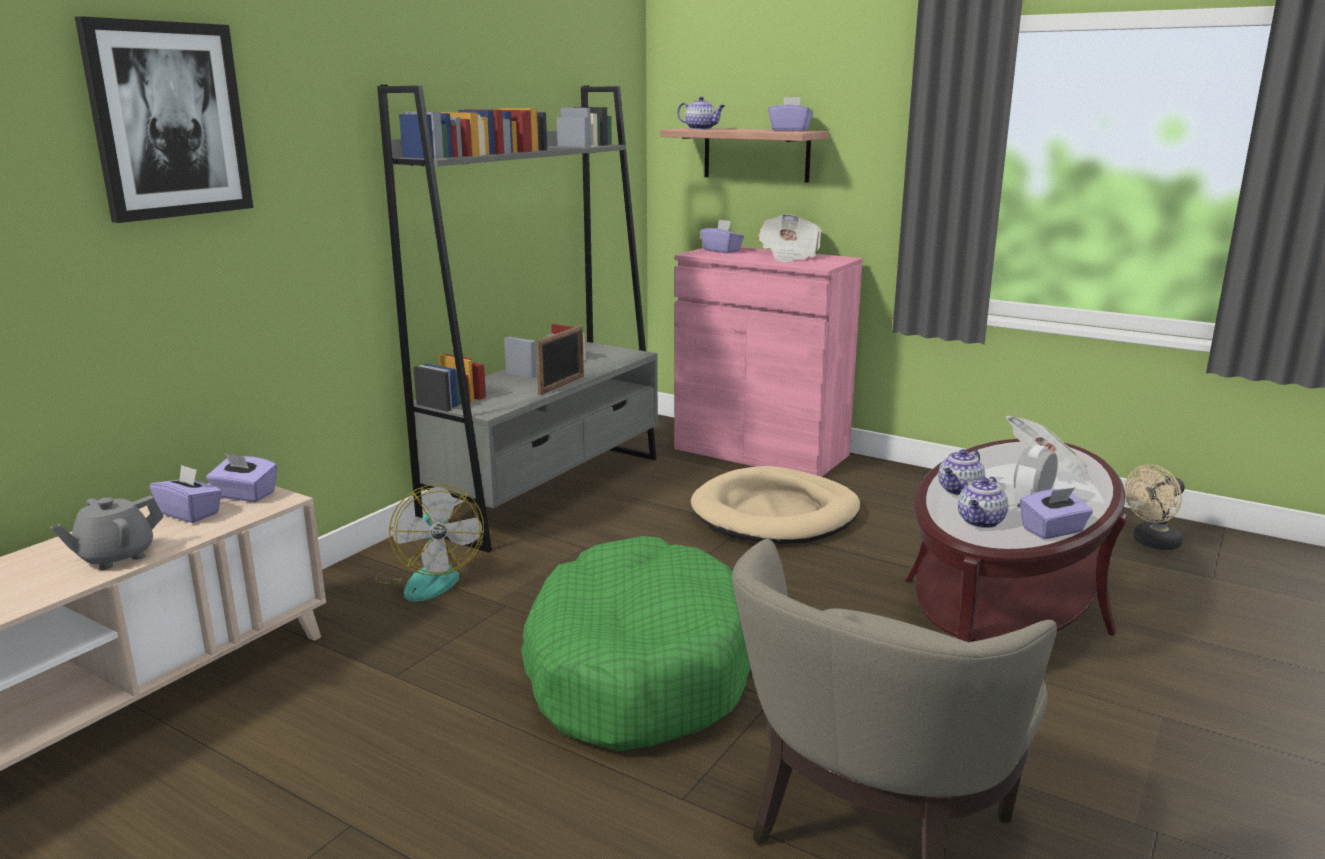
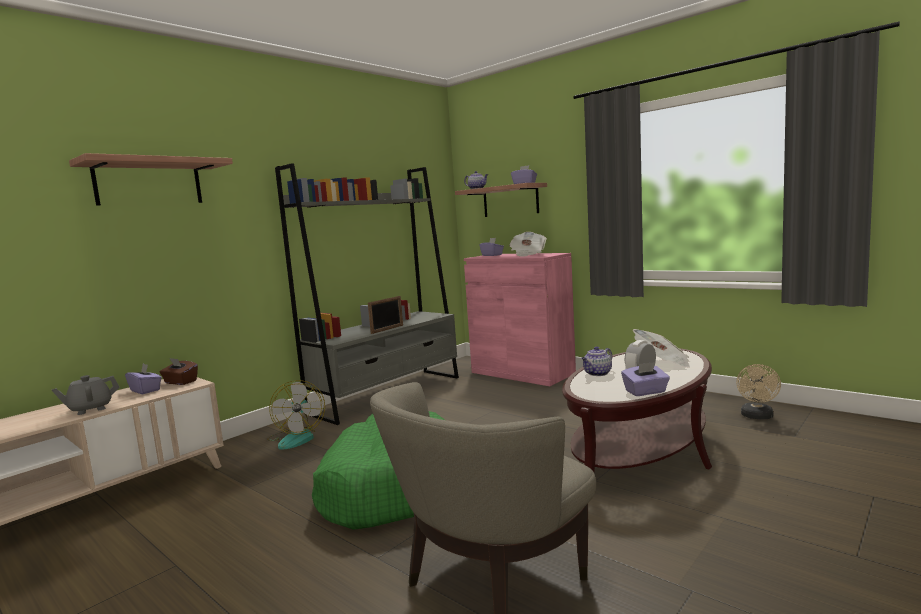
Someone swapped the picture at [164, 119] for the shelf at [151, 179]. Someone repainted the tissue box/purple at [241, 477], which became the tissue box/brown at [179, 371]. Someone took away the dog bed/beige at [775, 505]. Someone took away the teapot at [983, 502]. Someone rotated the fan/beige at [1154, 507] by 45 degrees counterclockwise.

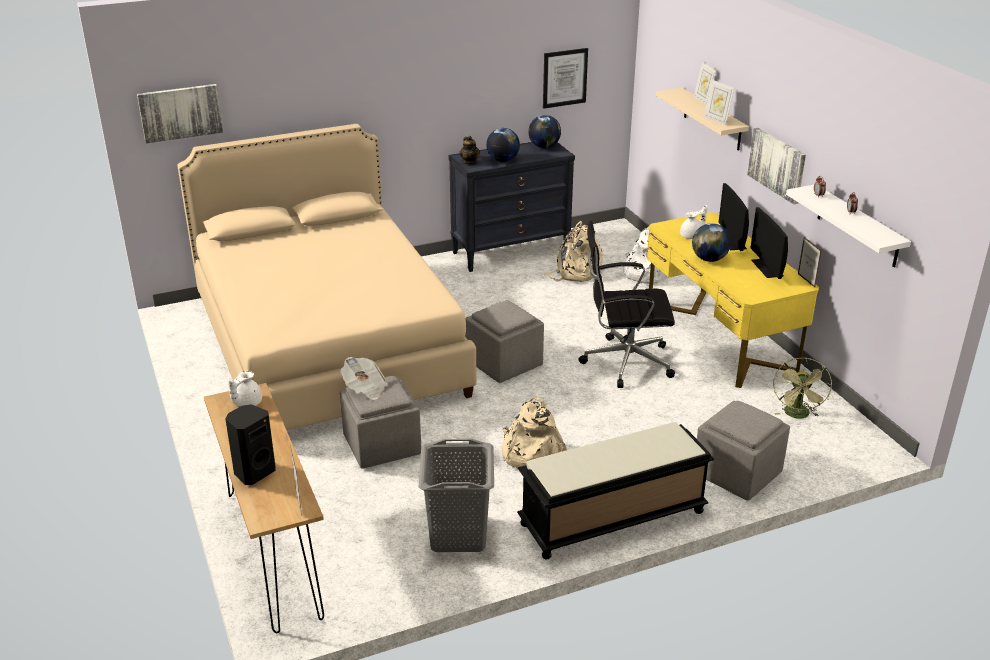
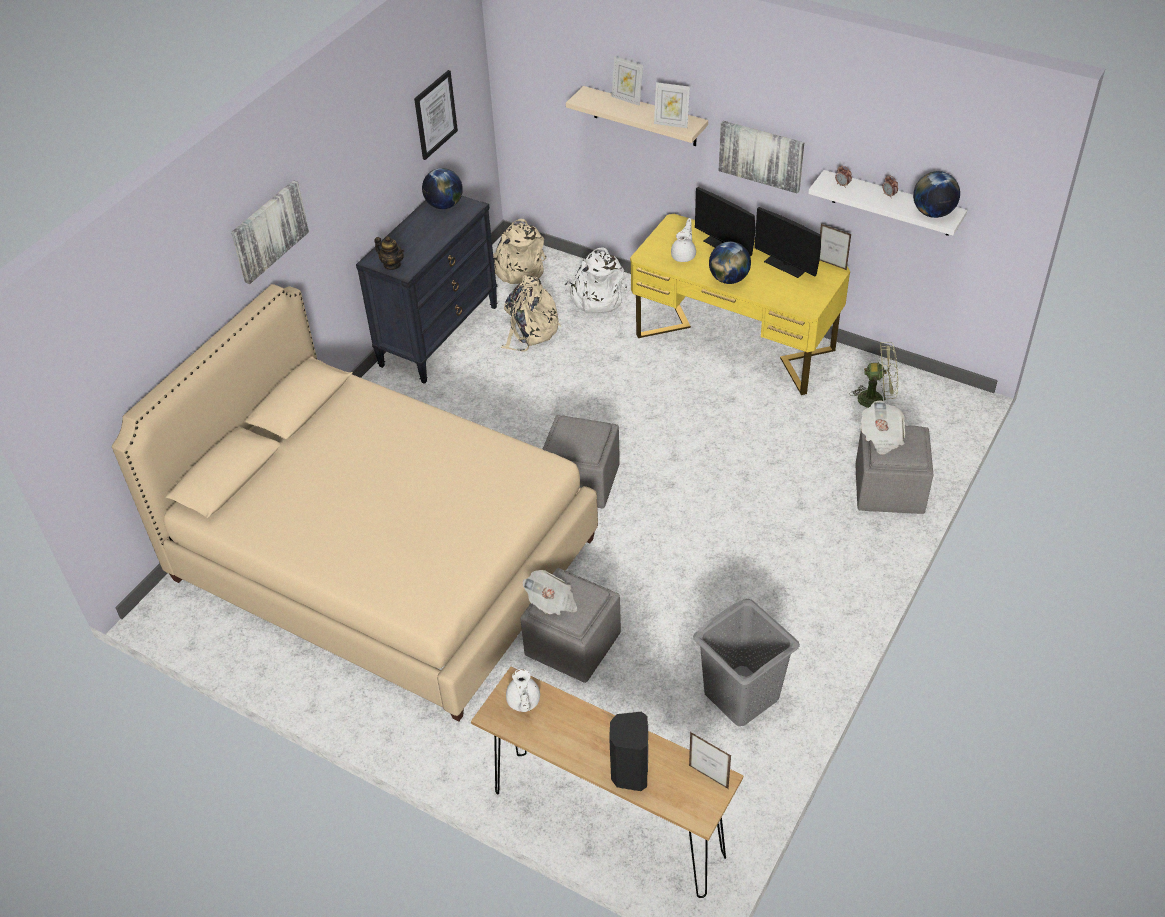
Someone carried the picture from [180, 113] to [270, 232]. Someone carried the globe from [503, 145] to [936, 194]. Someone carried the backpack/beige from [534, 433] to [520, 251]. Someone took away the bench/black at [615, 490]. Someone took away the office chair/black at [627, 304]. Someone rotated the fan/green at [802, 388] by 60 degrees counterclockwise. Someone put down the newspaper at [882, 427].

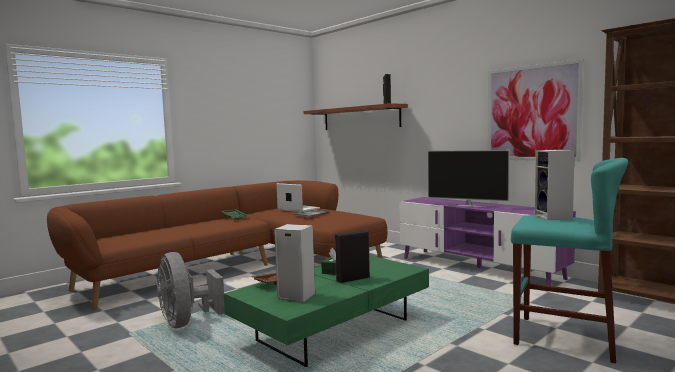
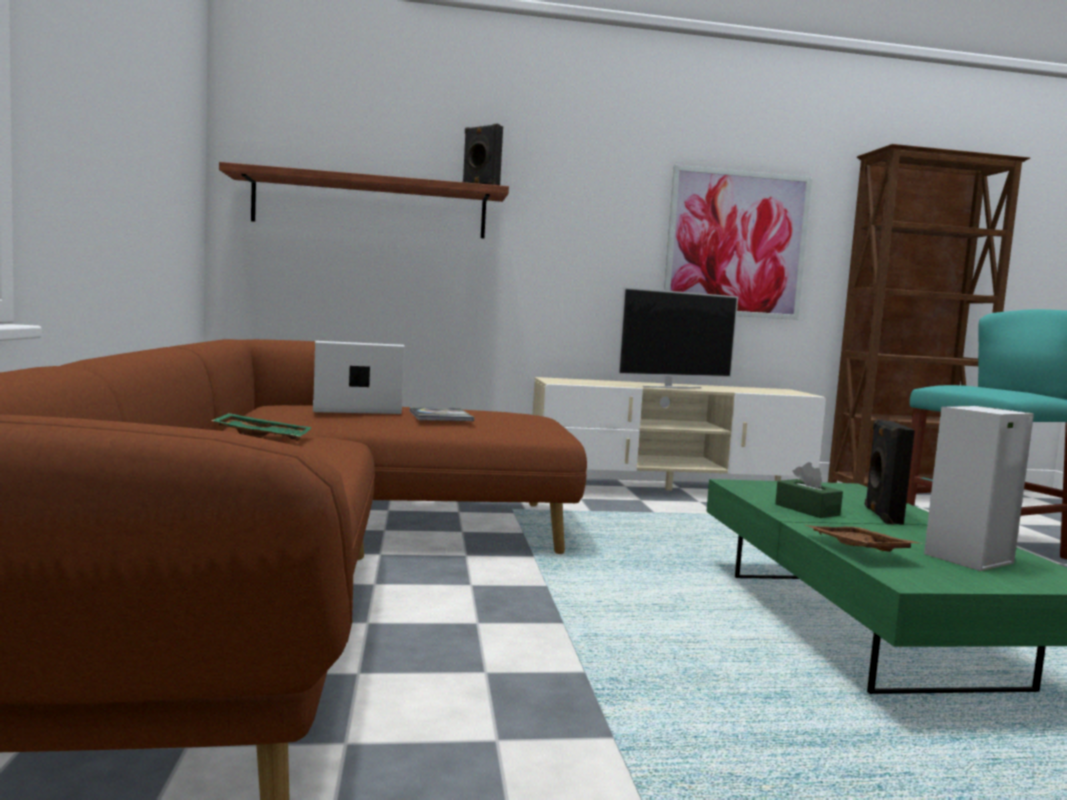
Someone took away the fan/grey at [191, 290]. Someone repainted the tv stand/purple at [488, 241], which became the tv stand/beige at [679, 434]. Someone took away the speaker at [555, 184].

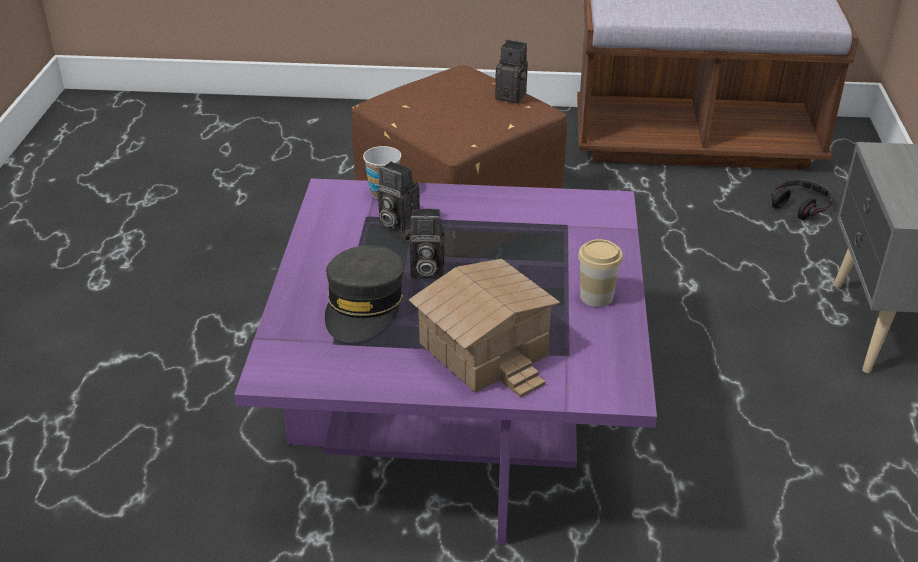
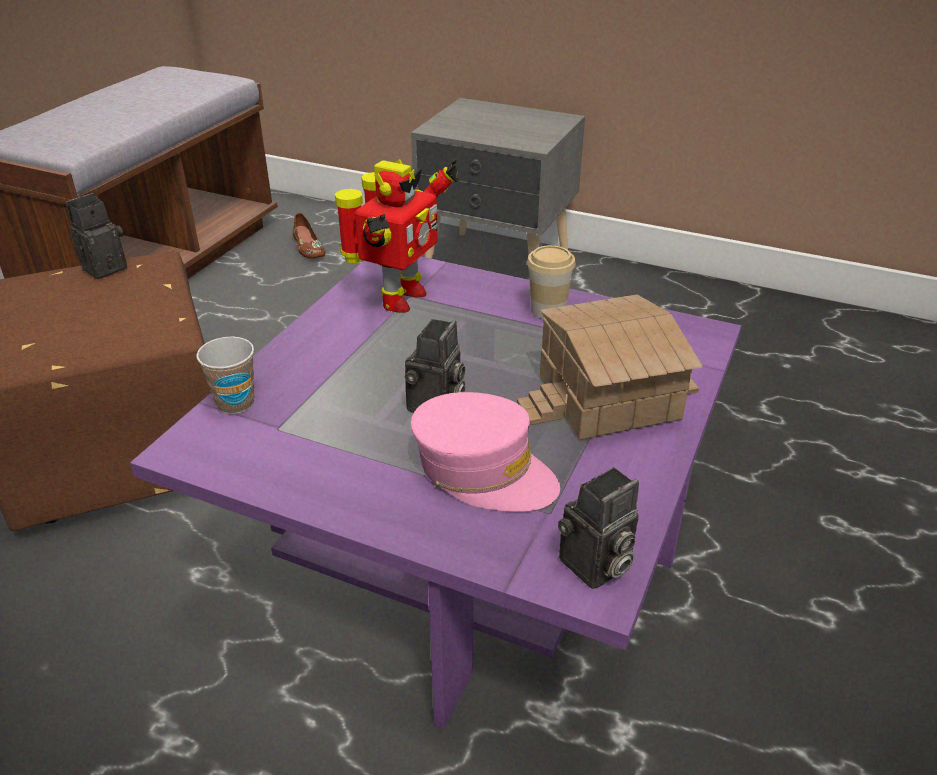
Someone repainted the cap/grey at [364, 294], which became the cap/pink at [485, 451]. Someone carried the photo camera from [399, 198] to [598, 528]. Someone swapped the headphones at [802, 199] for the shoe/brown at [309, 236]. Someone put down the toy robot at [396, 236].

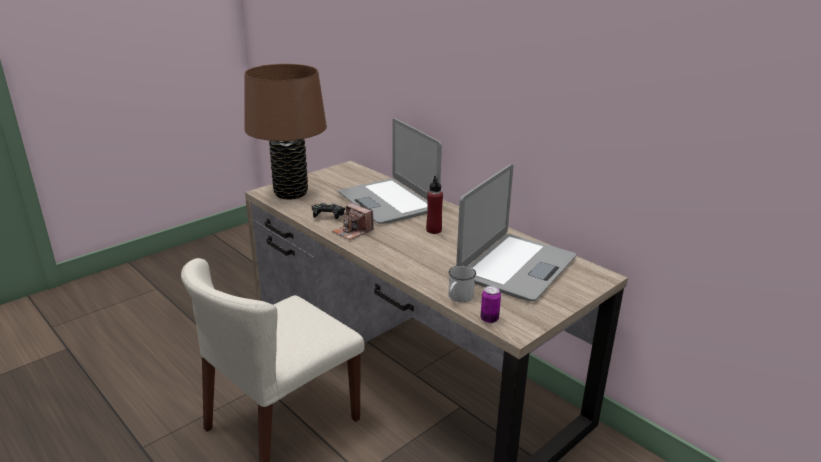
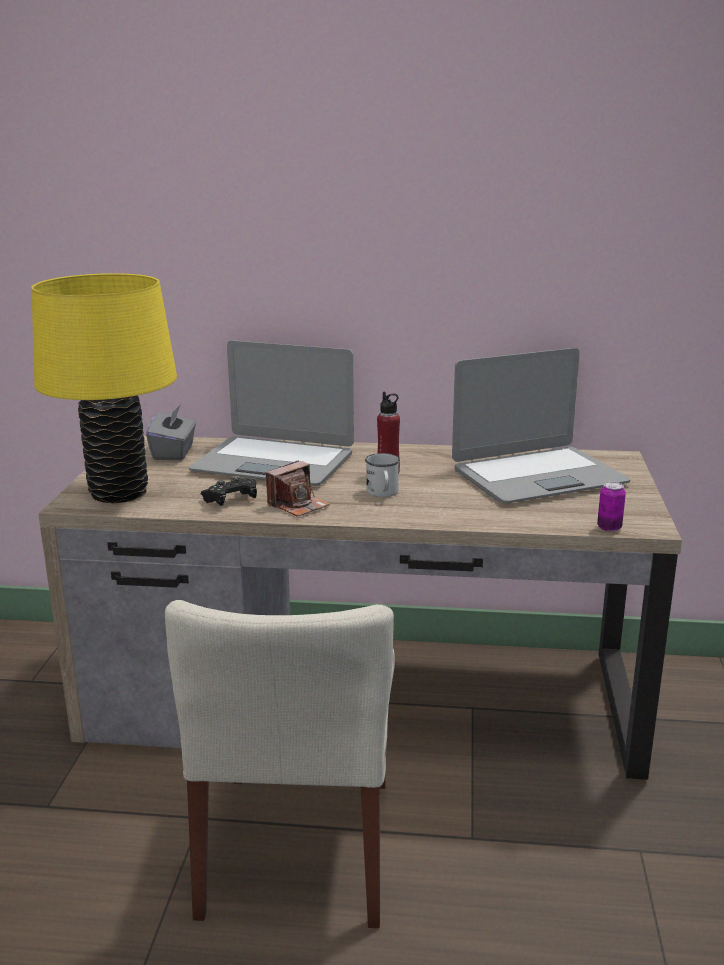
Someone repainted the table lamp/brown at [285, 132], which became the table lamp/yellow at [104, 388]. Someone rotated the photo camera at [353, 221] by 45 degrees counterclockwise. Someone carried the mug/white from [462, 283] to [382, 475]. Someone rotated the laptop at [516, 232] by 75 degrees clockwise. Someone put down the tissue box/grey at [171, 432].

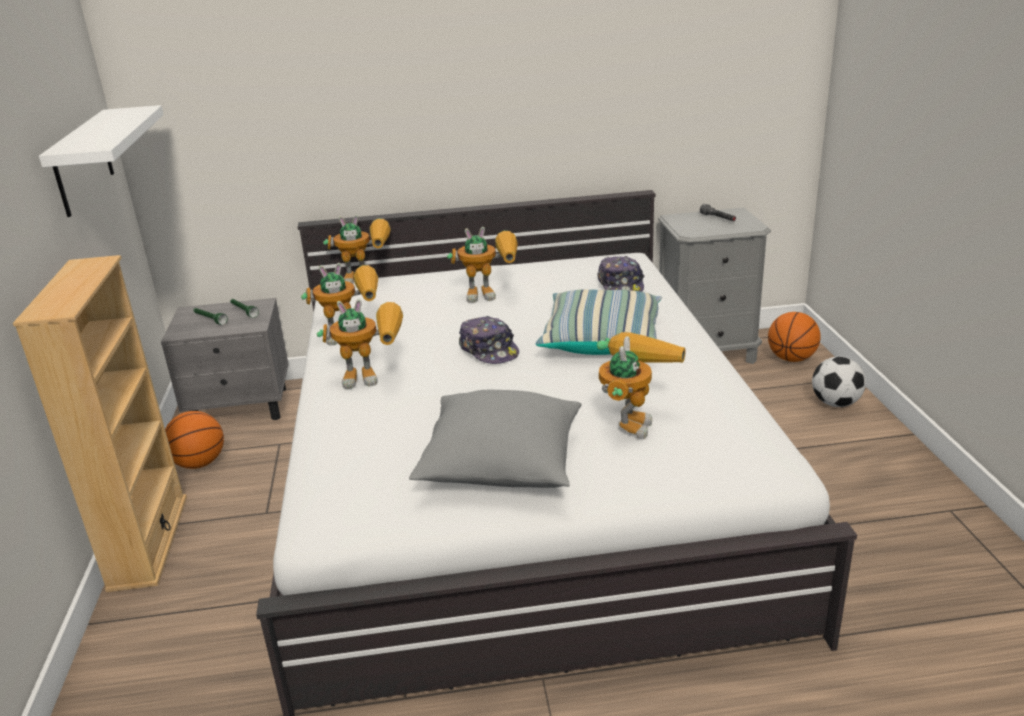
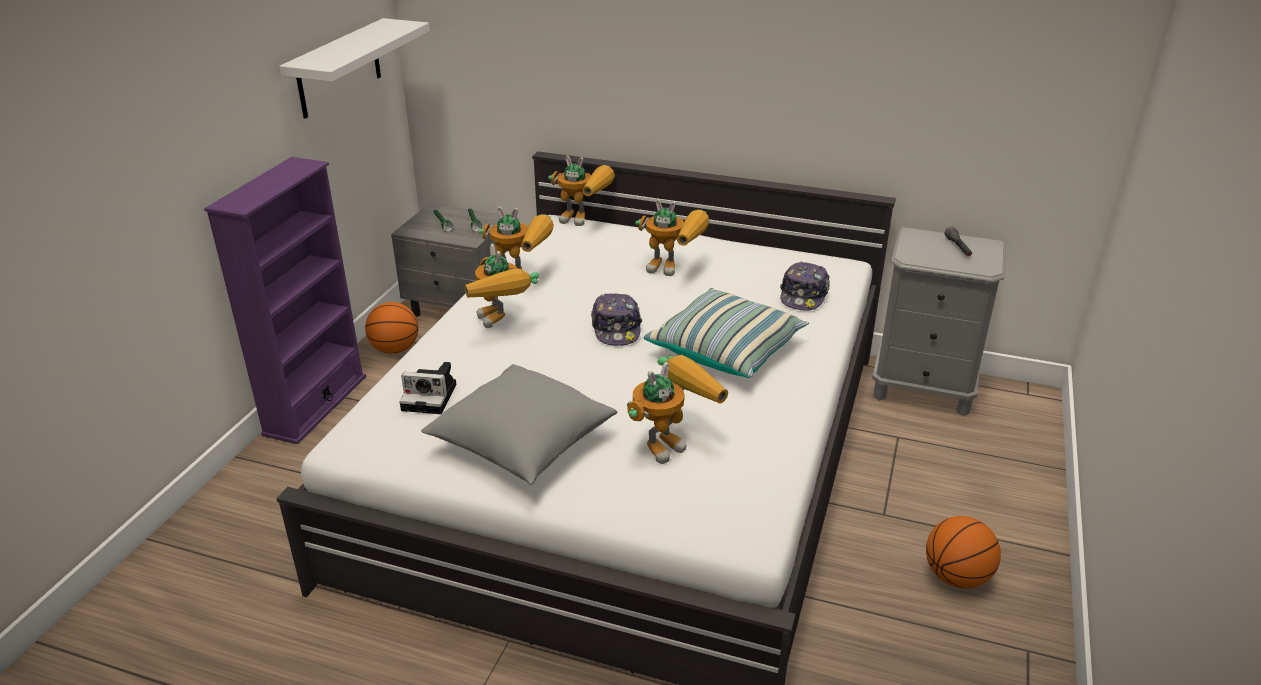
Someone repainted the bookcase/beige at [100, 423], which became the bookcase/purple at [285, 300]. Someone rotated the toy robot at [360, 344] by 45 degrees clockwise. Someone carried the basketball from [794, 337] to [963, 552]. Someone took away the football at [839, 382]. Someone put down the photo camera at [427, 388].

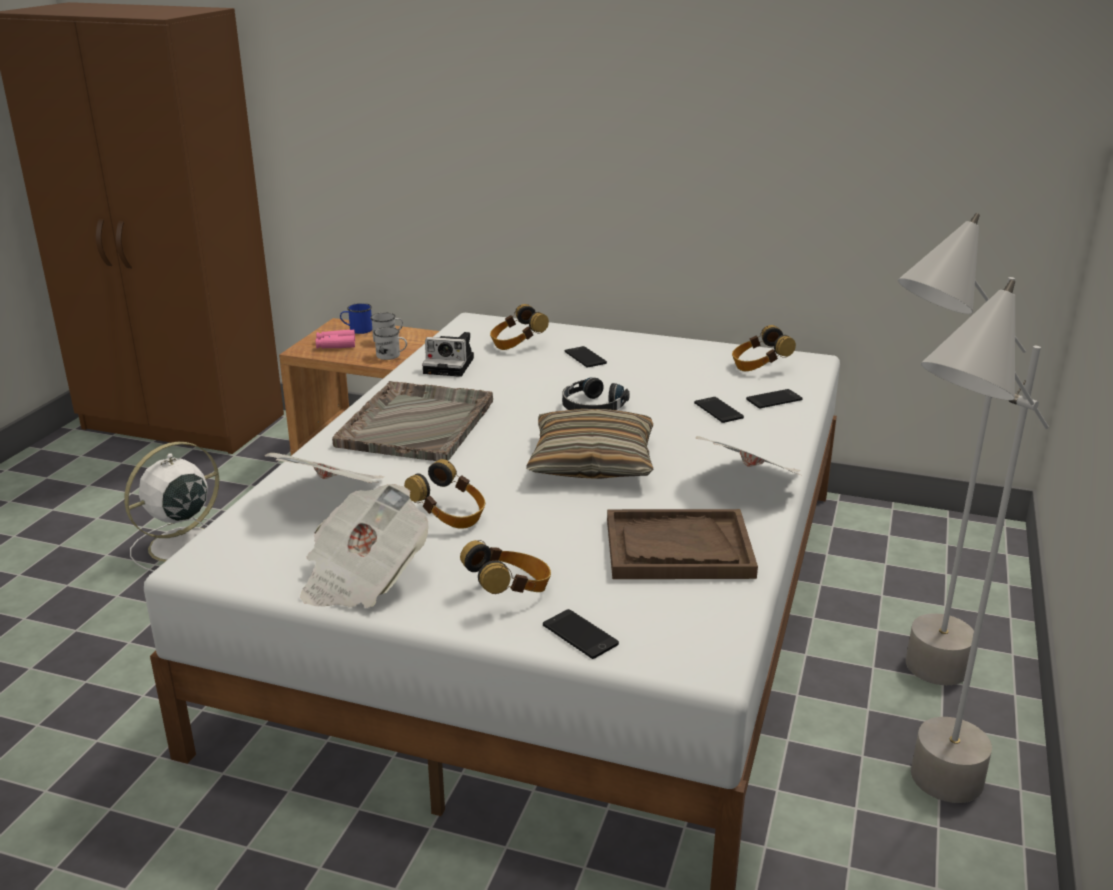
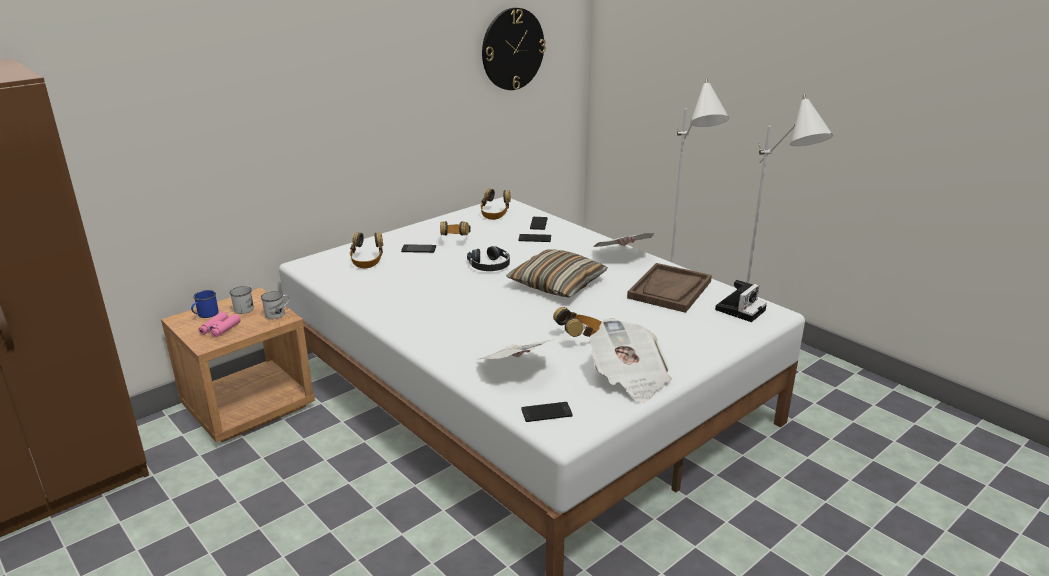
Someone took away the fan/white at [171, 507]. Someone took away the tray/grey at [412, 421]. Someone carried the photo camera from [448, 354] to [741, 301]. Someone carried the headphones from [505, 567] to [455, 228]. Someone carried the phone from [581, 634] to [547, 412]. Someone put up the wall clock at [514, 49].

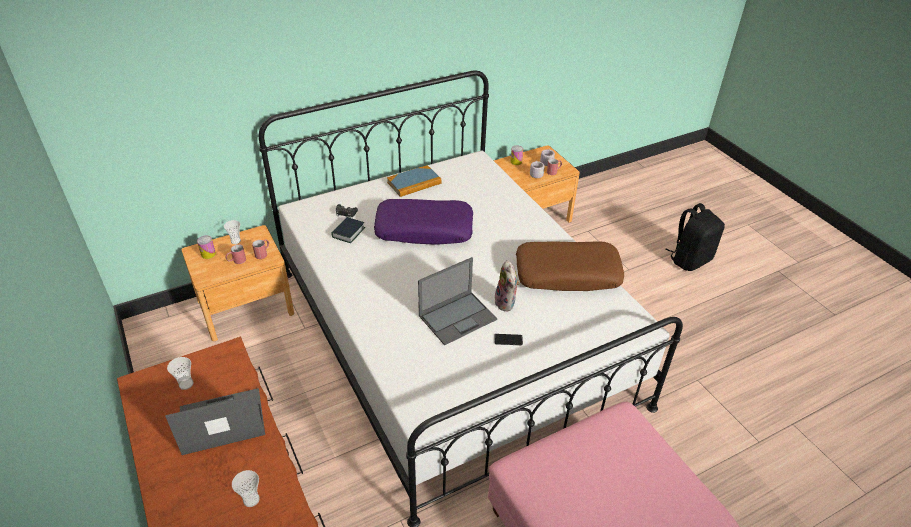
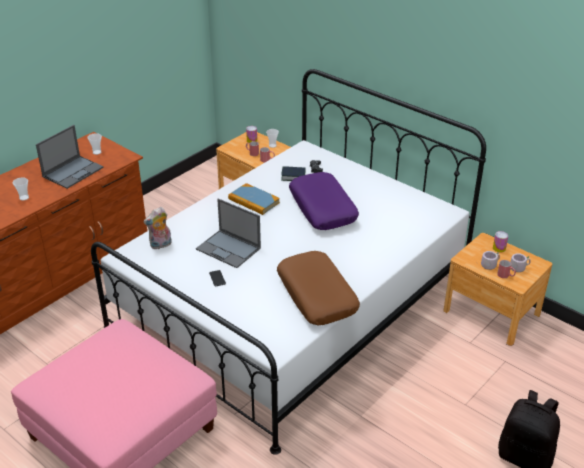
Someone rotated the laptop at [215, 421] by 75 degrees clockwise. Someone carried the book from [414, 181] to [254, 199]. Someone carried the plush toy from [507, 286] to [157, 228].

